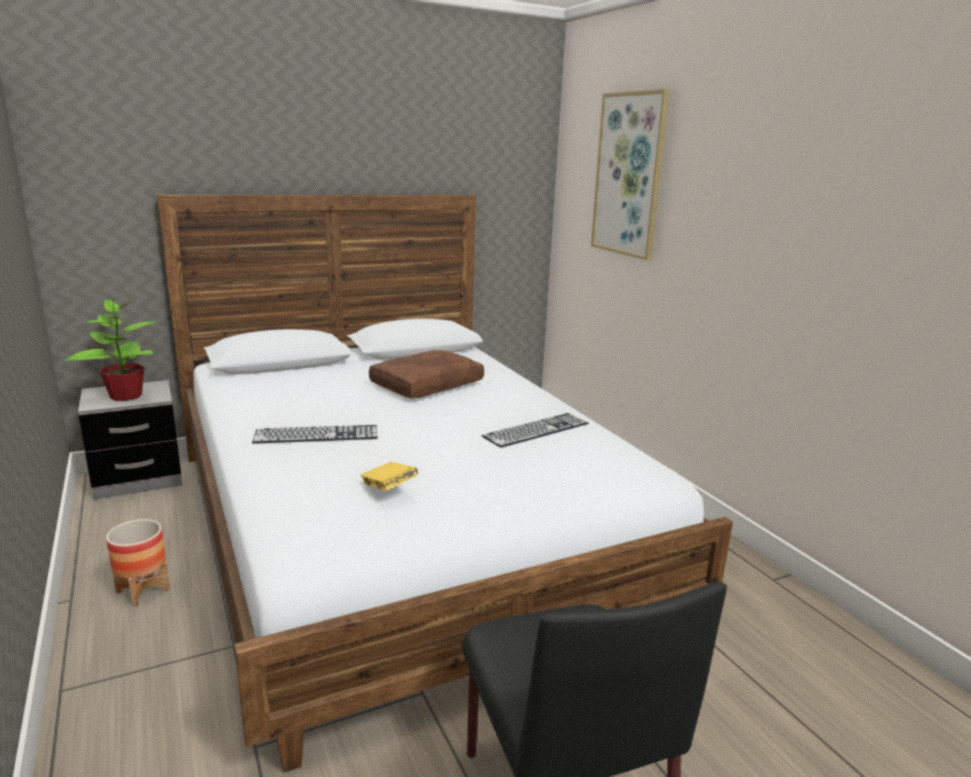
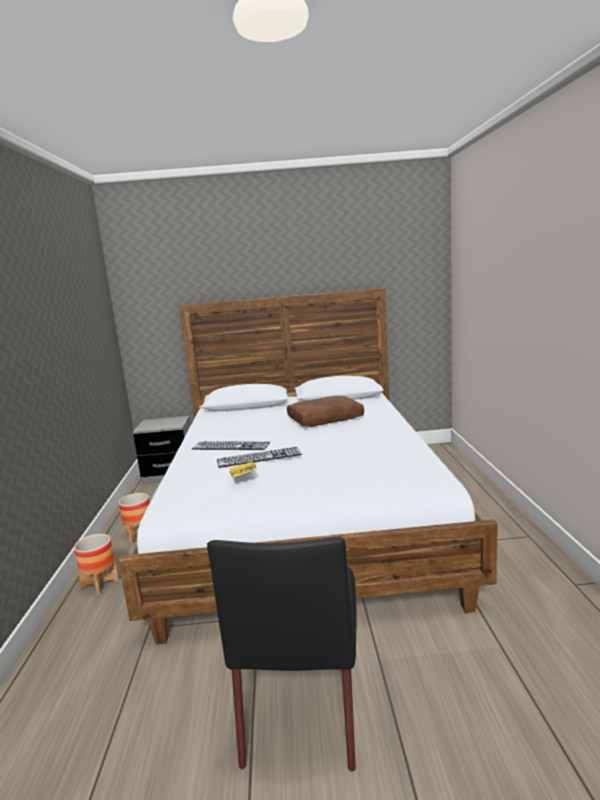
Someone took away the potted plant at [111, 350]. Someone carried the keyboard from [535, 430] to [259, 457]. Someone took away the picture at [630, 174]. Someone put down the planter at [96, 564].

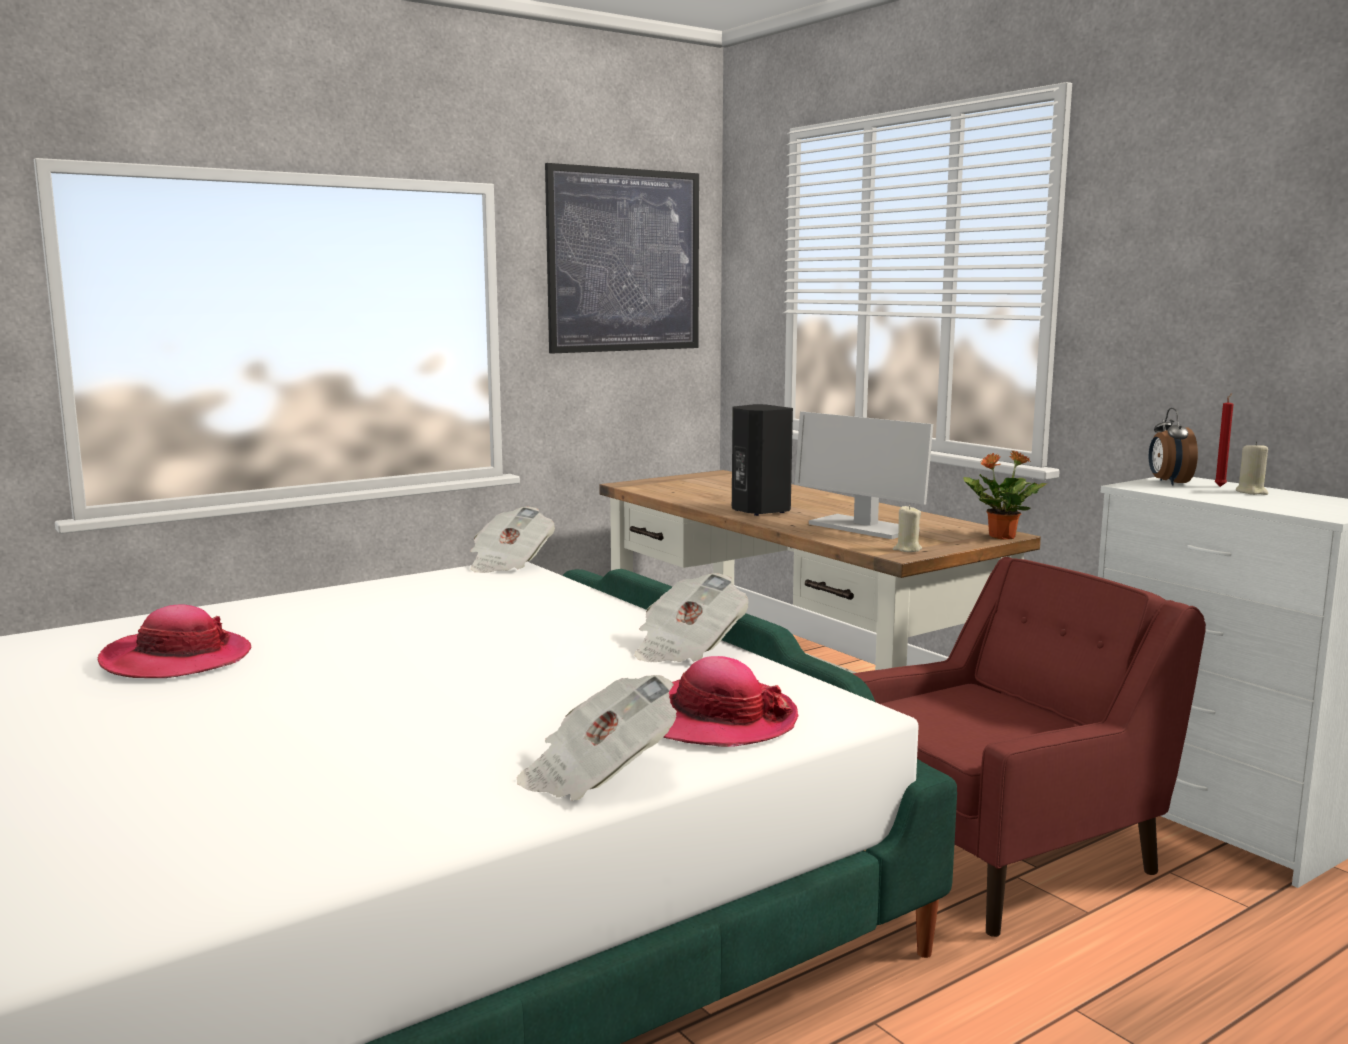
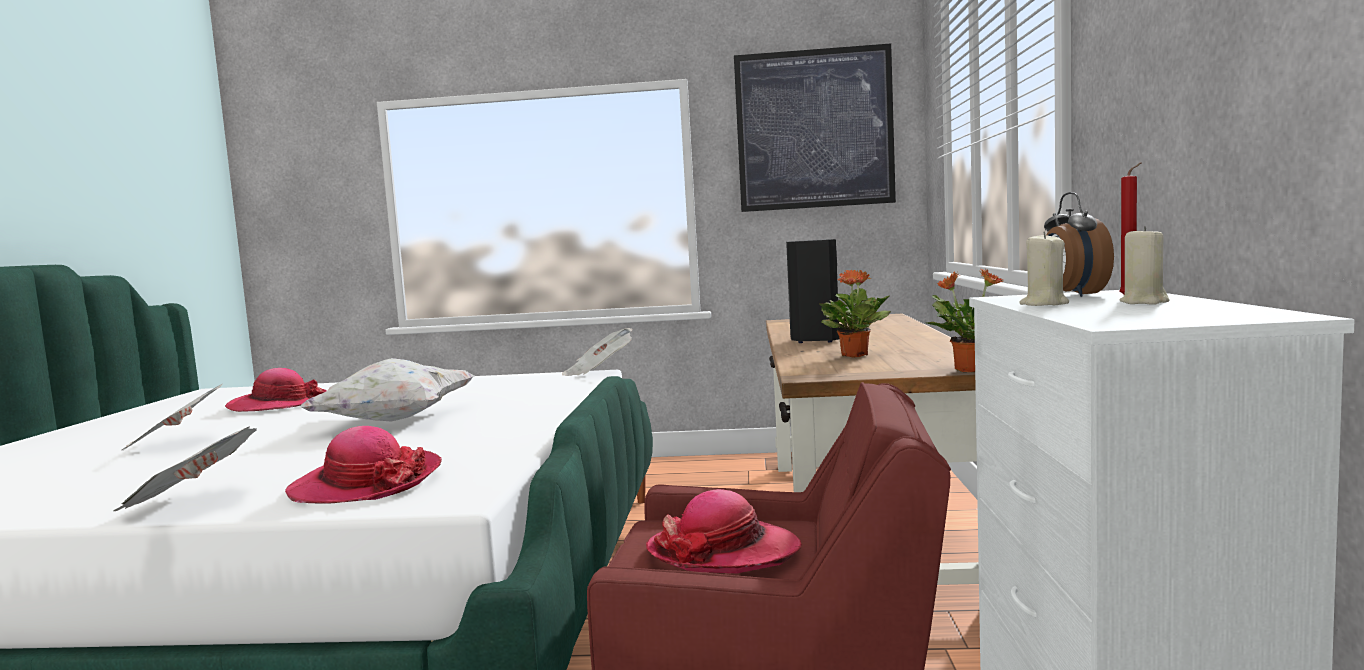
Someone carried the newspaper from [691, 617] to [171, 417]. Someone swapped the monitor at [864, 475] for the potted plant at [855, 313]. Someone carried the candle/beige from [907, 528] to [1044, 269]. Someone rotated the alarm clock at [1173, 447] by 45 degrees counterclockwise. Someone put down the pillow/white at [386, 389]. Someone put down the hat at [724, 531].

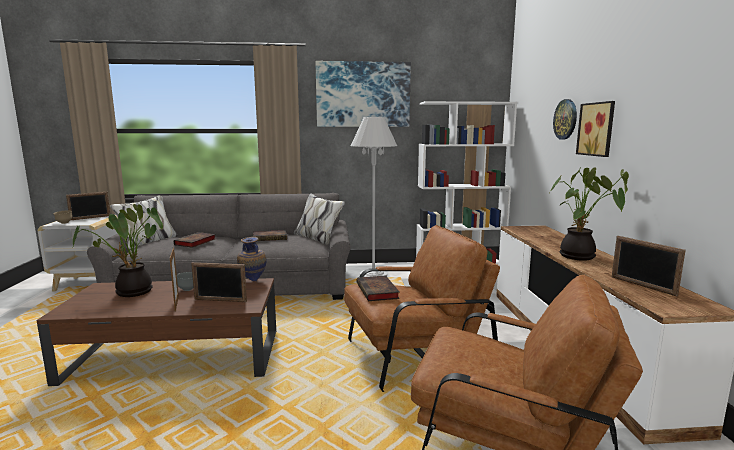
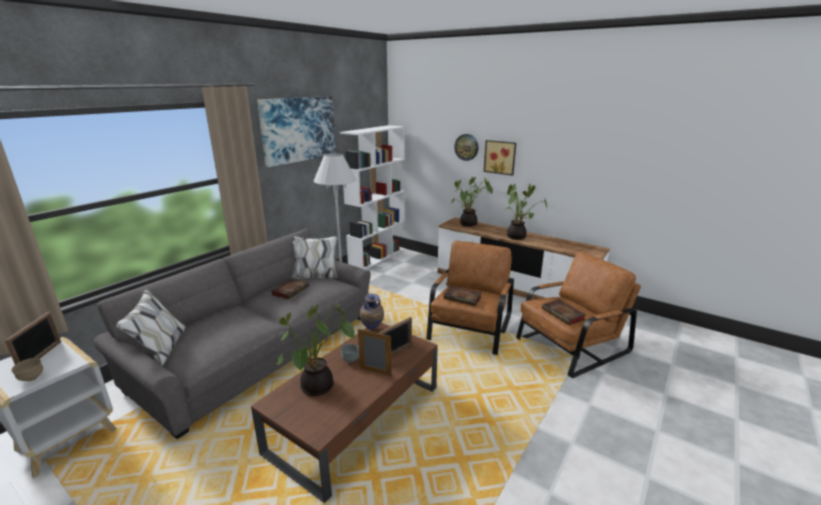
Someone carried the book from [195, 240] to [564, 312]. Someone took away the picture frame at [649, 266]. Someone put down the potted plant at [472, 202].

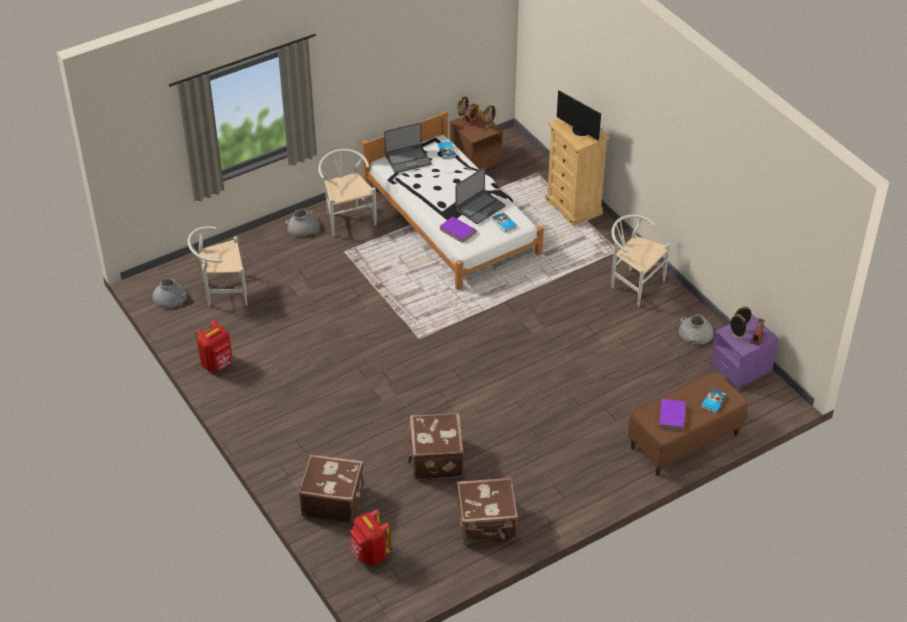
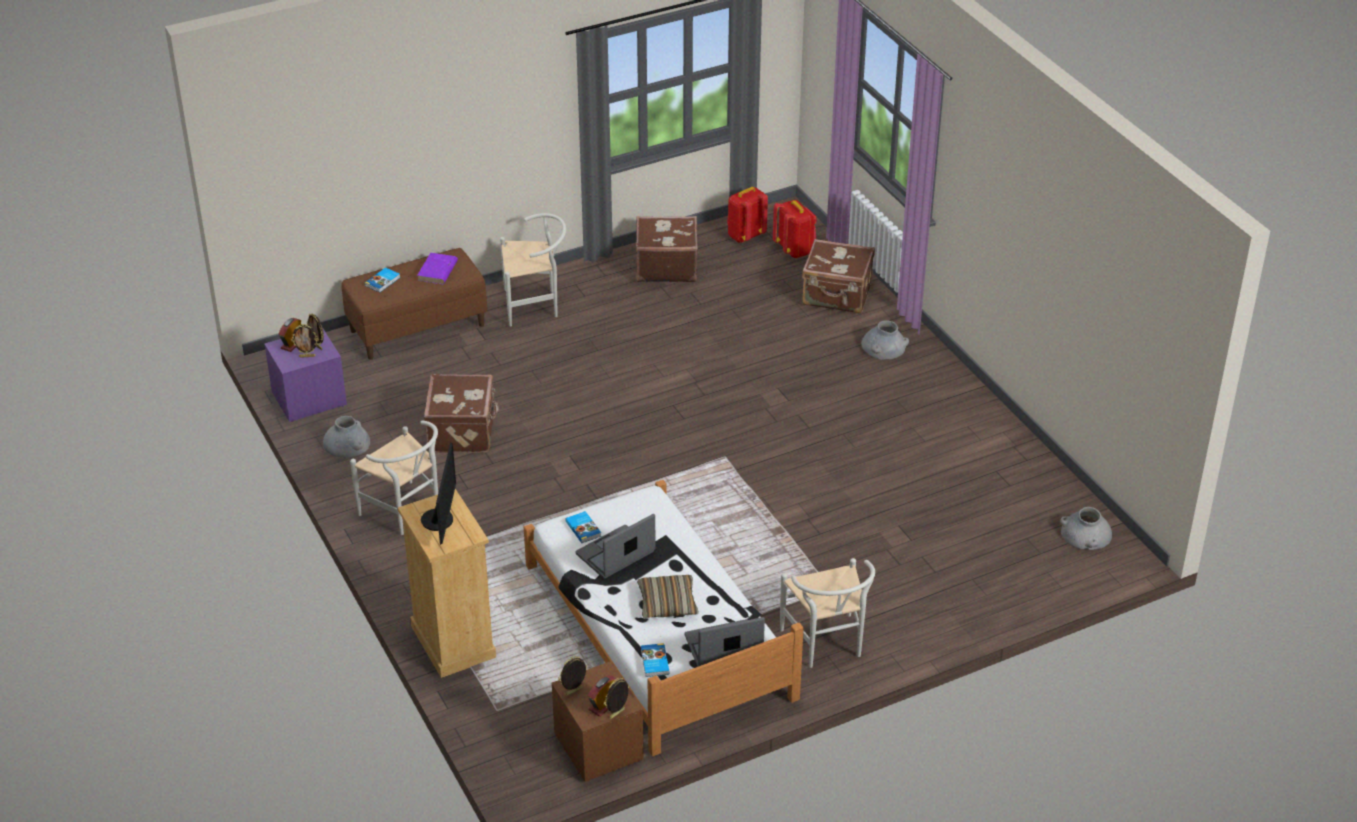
Someone carried the chair/white from [217, 266] to [533, 269]. Someone carried the backpack/red from [213, 346] to [747, 215]. Someone carried the vase/grey from [302, 223] to [885, 340]. Someone carried the suitcase/brown from [436, 446] to [461, 413]. Someone took away the book/purple at [458, 229]. Someone rotated the monitor at [579, 115] by 45 degrees clockwise. Someone put down the pillow at [668, 596].

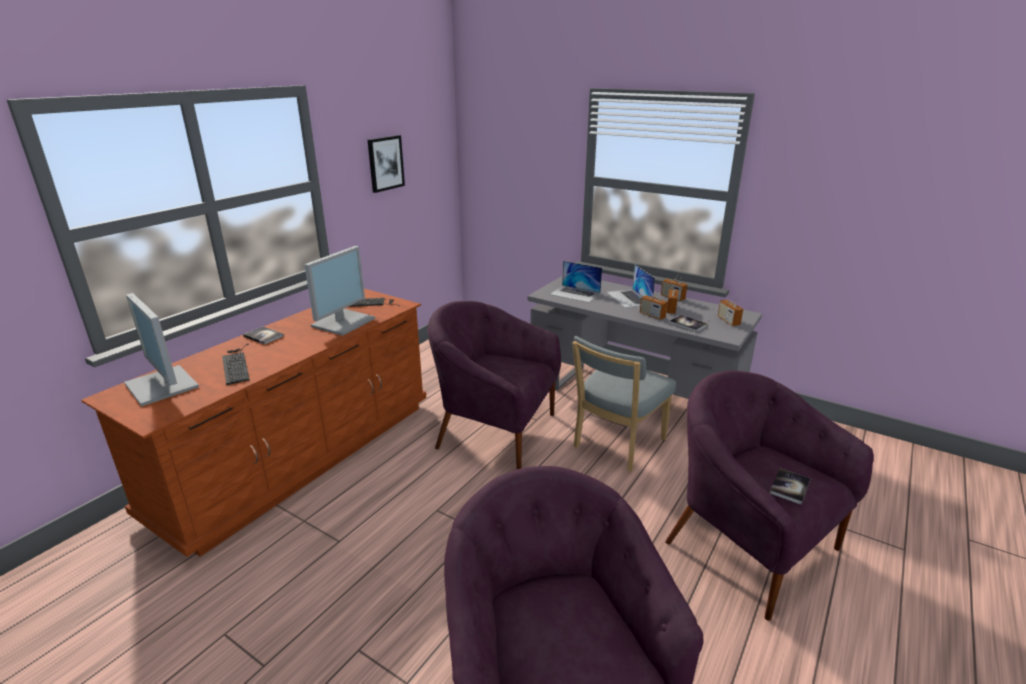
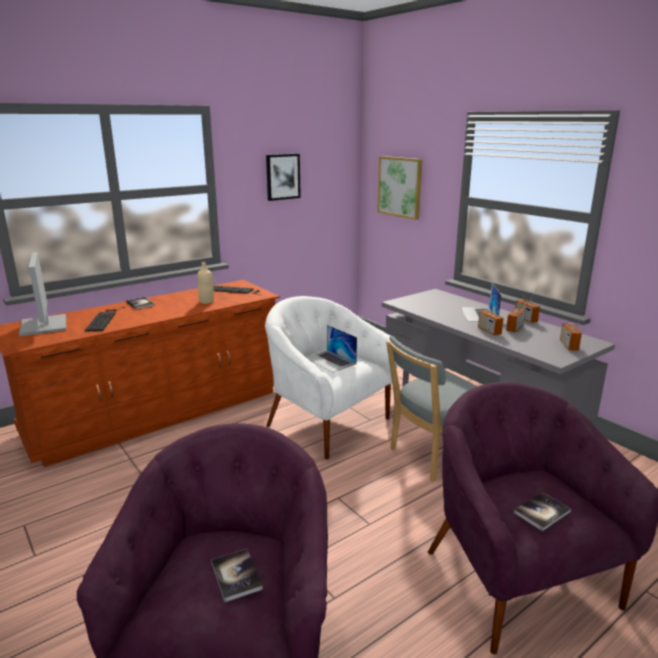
Someone swapped the monitor at [339, 291] for the bottle/beige at [205, 283]. Someone repainted the armchair/purple at [494, 385], which became the armchair/white at [331, 377]. Someone carried the laptop from [576, 282] to [331, 349]. Someone carried the book from [688, 323] to [237, 575]. Someone put up the picture at [399, 188].

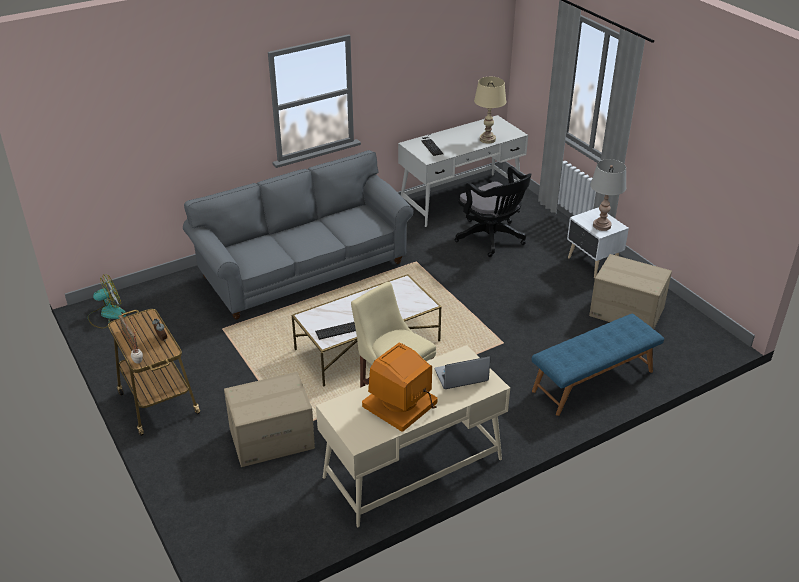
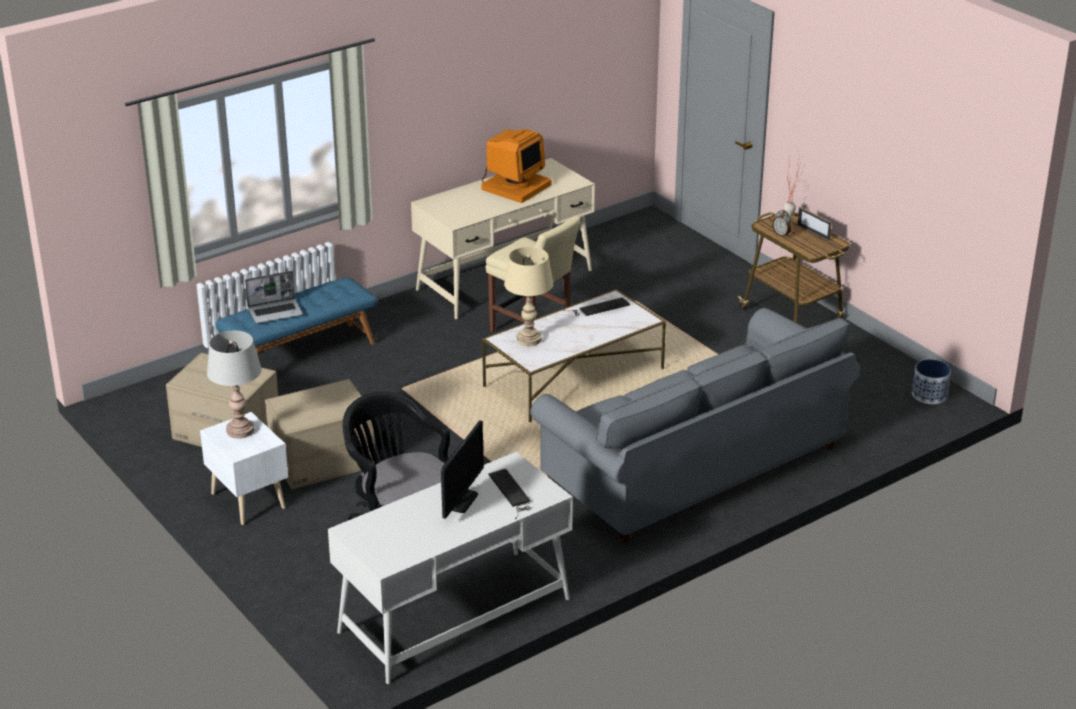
Someone swapped the fan at [107, 301] for the planter at [931, 381]. Someone carried the cardboard box from [269, 419] to [320, 434]. Someone carried the laptop from [463, 372] to [274, 297]. Someone carried the table lamp/beige from [490, 110] to [528, 296]. Someone put down the monitor at [462, 469].

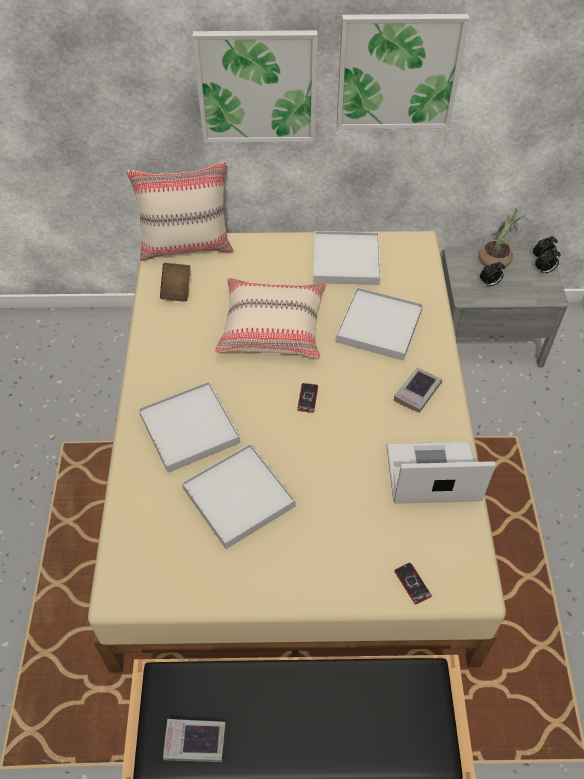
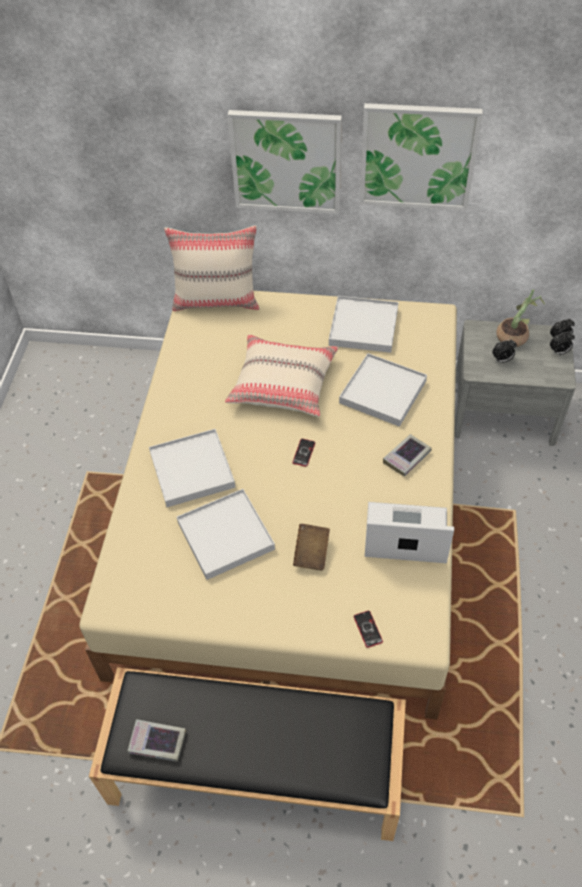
Someone carried the book/brown from [175, 282] to [311, 547].

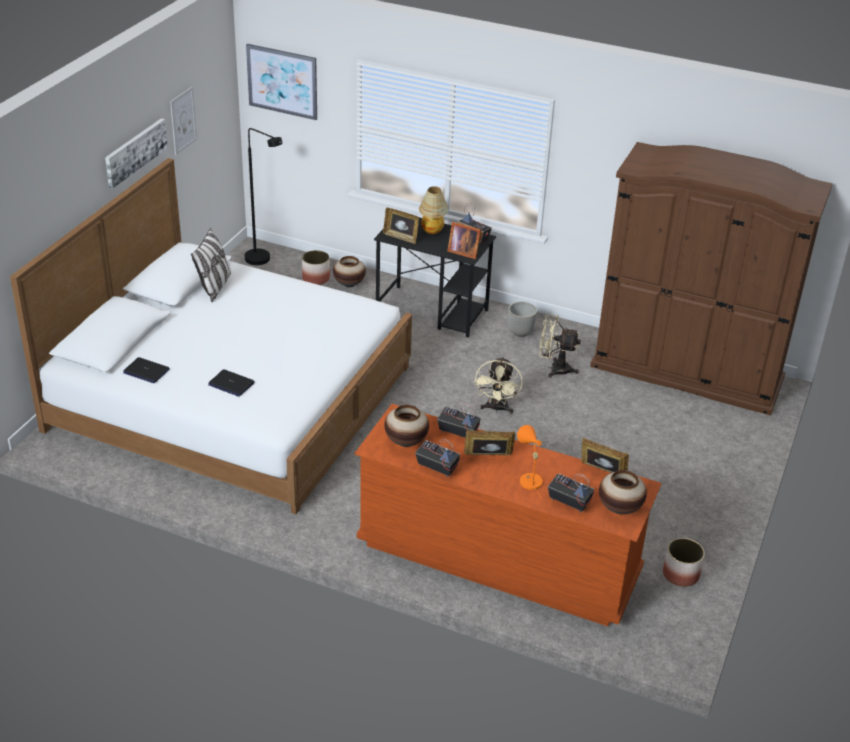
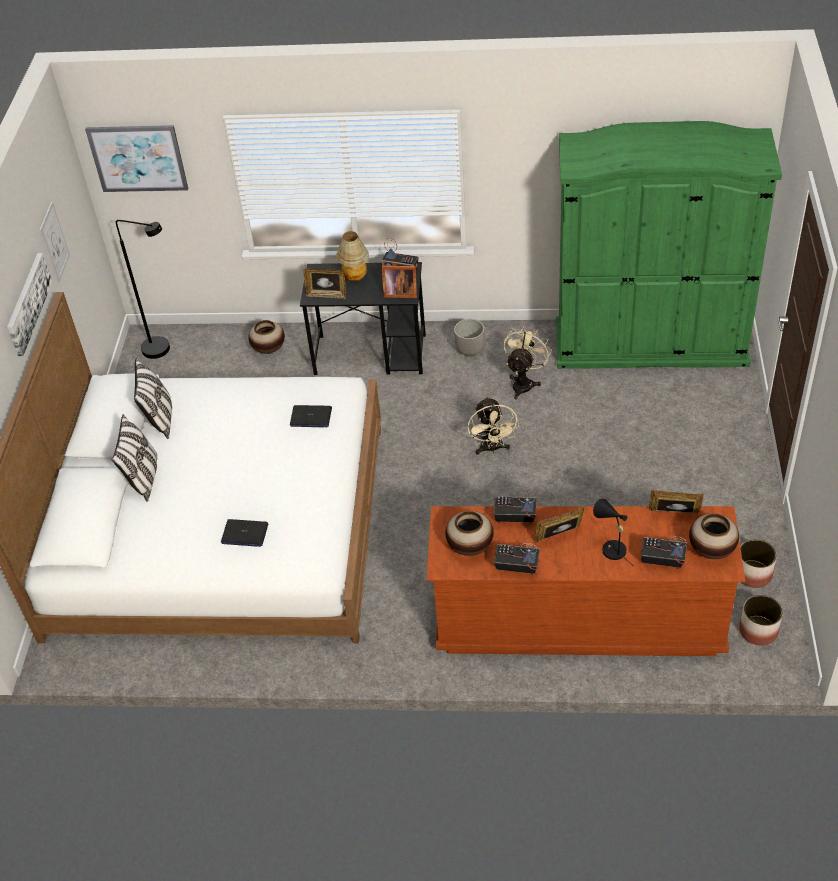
Someone carried the laptop from [146, 370] to [311, 416]. Someone carried the planter from [316, 267] to [761, 620]. Someone repainted the table lamp/orange at [530, 461], which became the table lamp/black at [612, 531]. Someone rotated the fan/beige at [560, 346] by 120 degrees clockwise. Someone repainted the wardrobe/brown at [711, 279], which became the wardrobe/green at [669, 245]. Someone put down the pillow at [134, 458].

